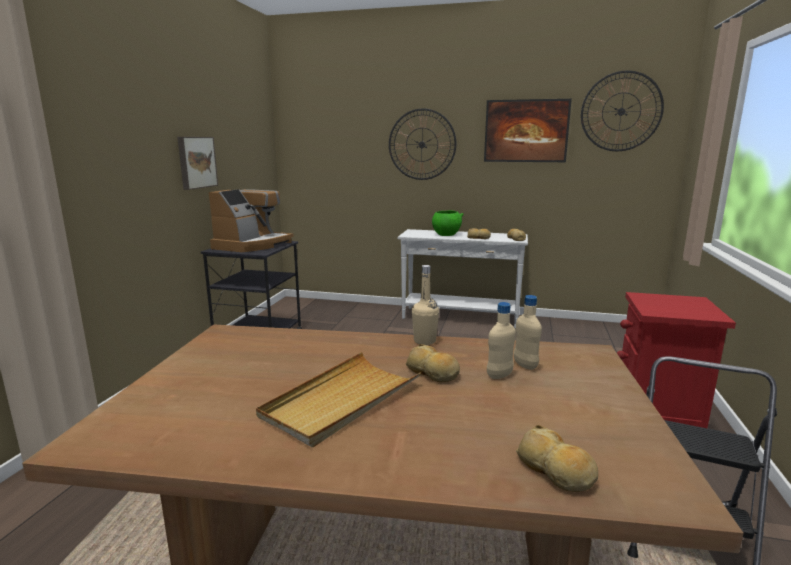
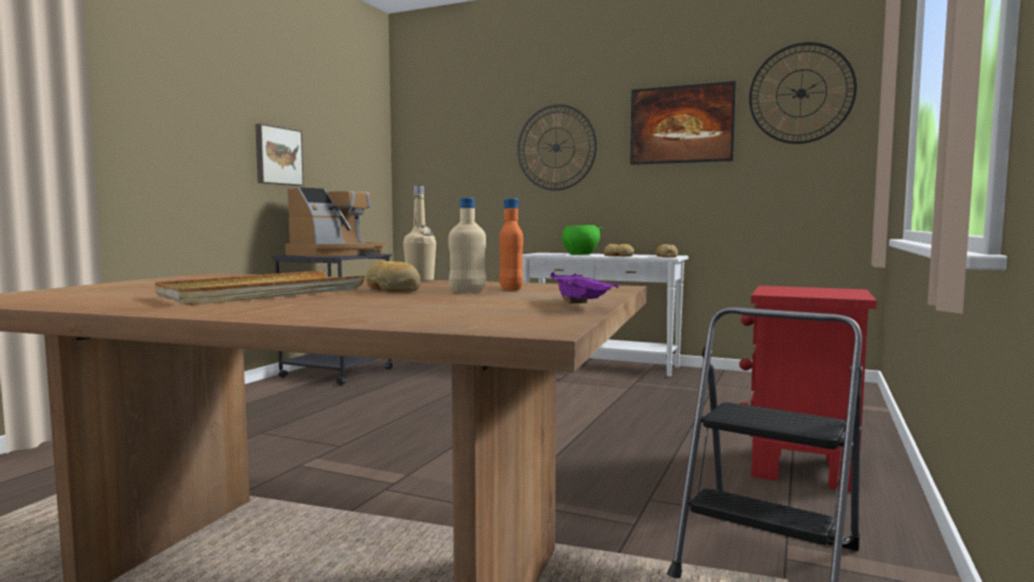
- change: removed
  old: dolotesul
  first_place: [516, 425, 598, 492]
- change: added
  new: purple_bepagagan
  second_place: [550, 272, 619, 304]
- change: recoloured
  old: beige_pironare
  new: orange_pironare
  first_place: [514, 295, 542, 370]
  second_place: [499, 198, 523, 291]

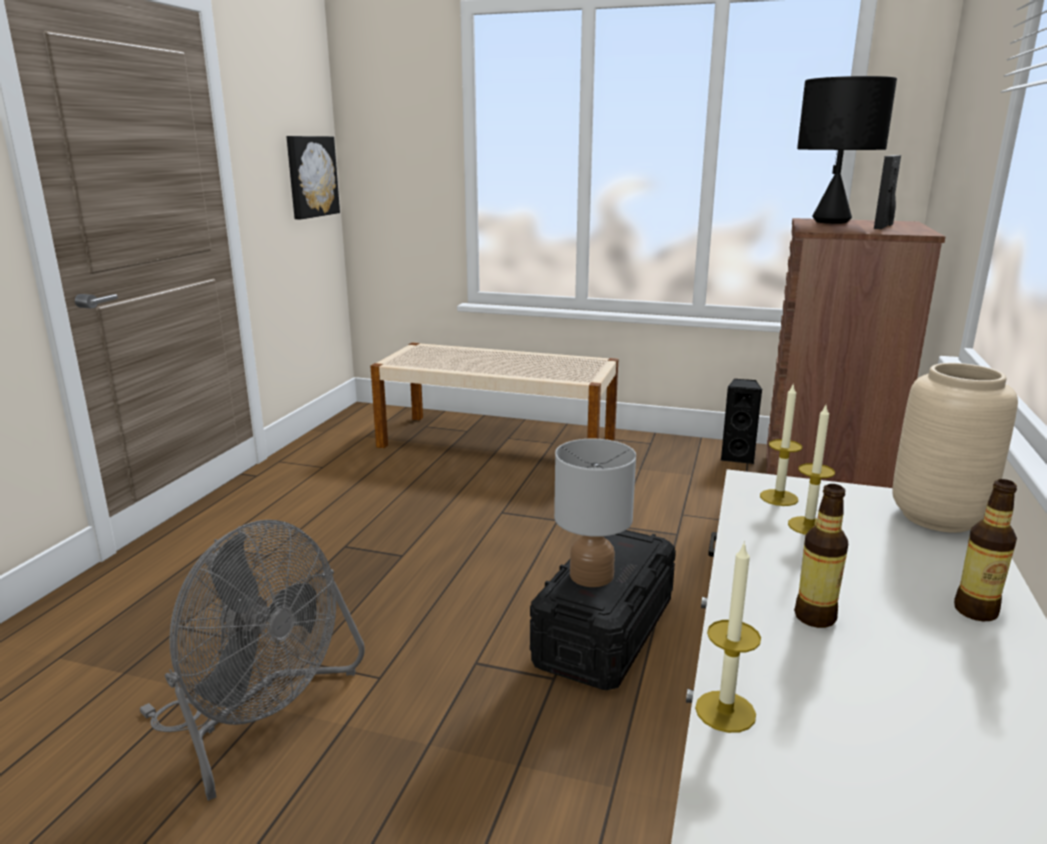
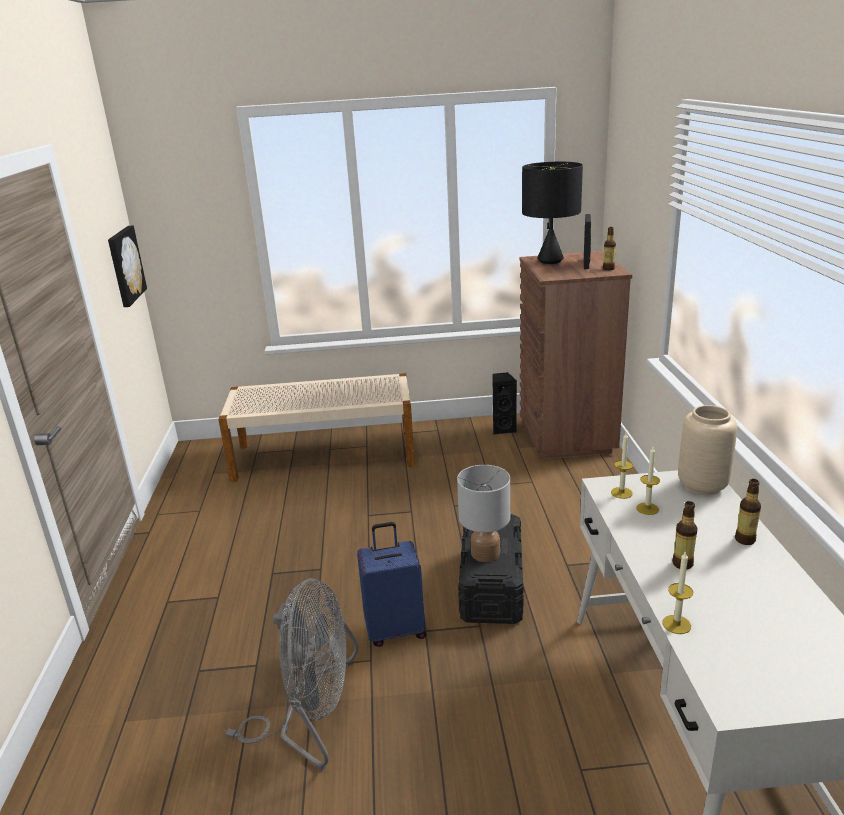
- change: added
  new: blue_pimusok
  second_place: [357, 522, 426, 647]
- change: added
  new: pironare
  second_place: [603, 227, 616, 270]

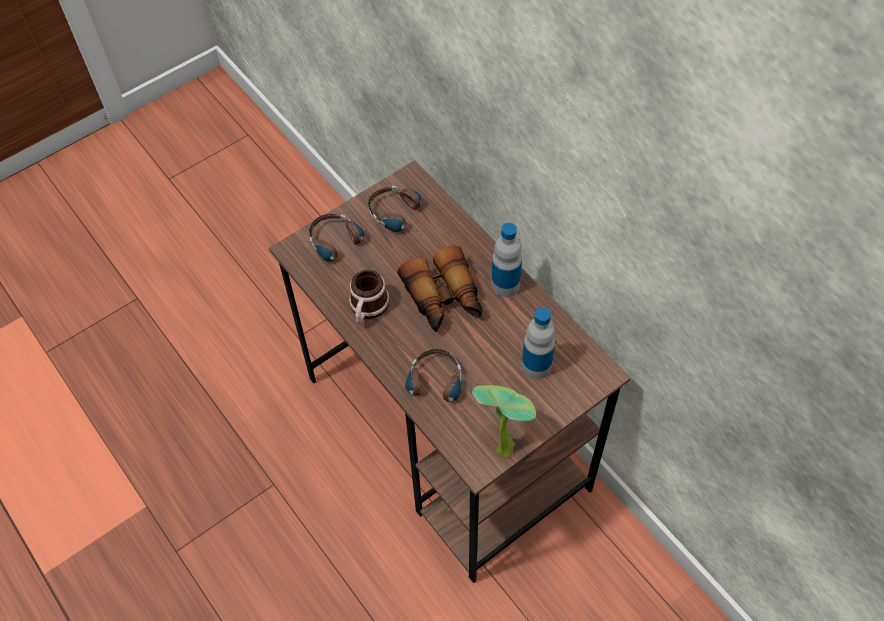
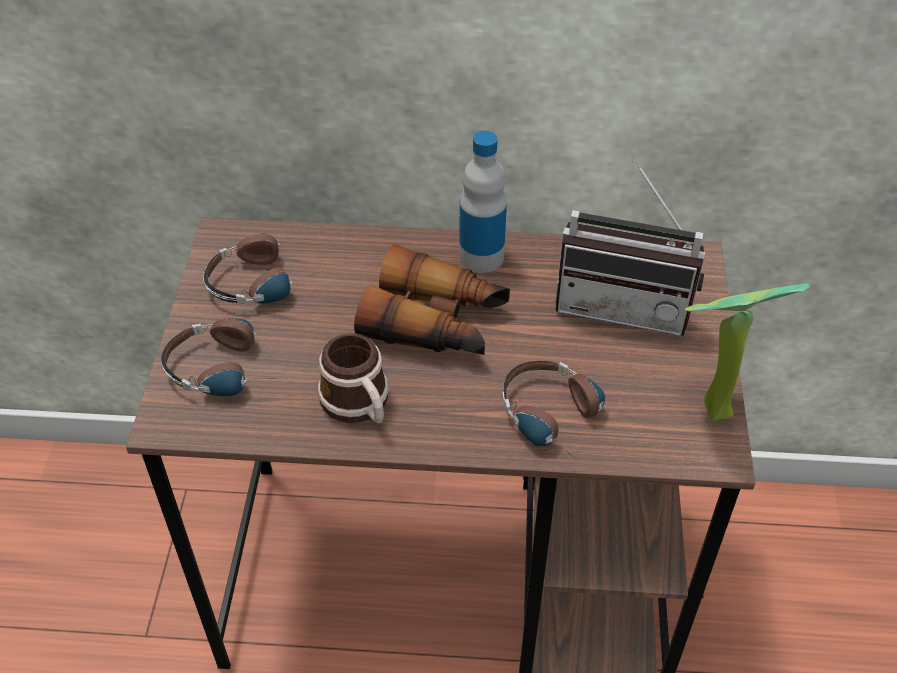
- change: replaced
  old: pironare
  new: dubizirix
  first_place: [522, 307, 555, 379]
  second_place: [555, 159, 705, 336]

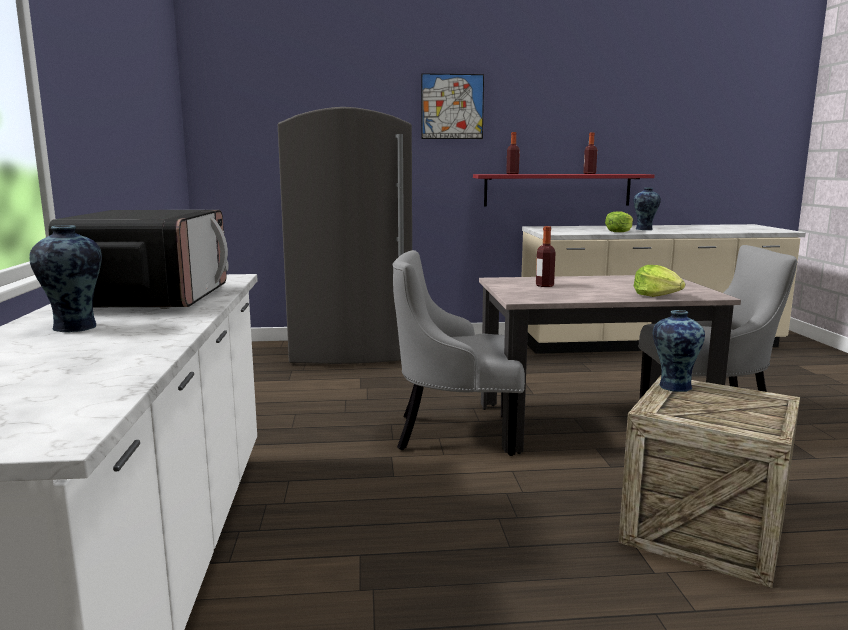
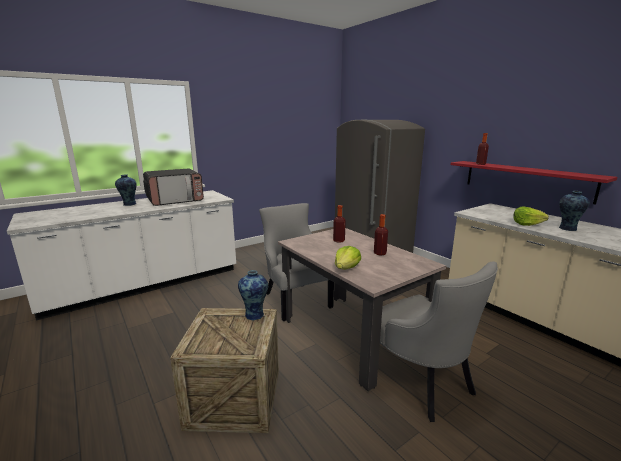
- change: removed
  old: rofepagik
  first_place: [421, 73, 484, 139]
- change: moved
  old: pironare
  first_place: [583, 133, 597, 174]
  second_place: [374, 214, 388, 256]

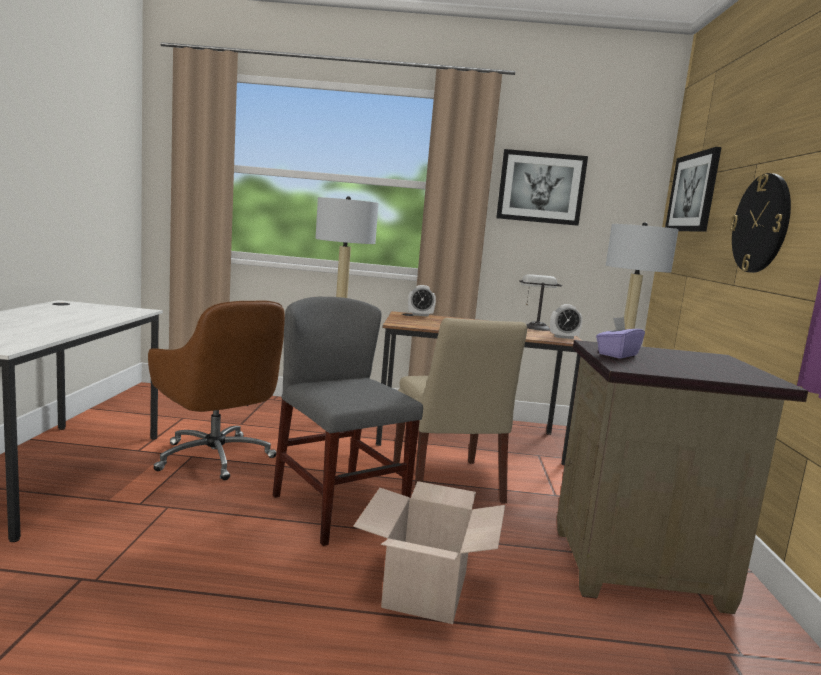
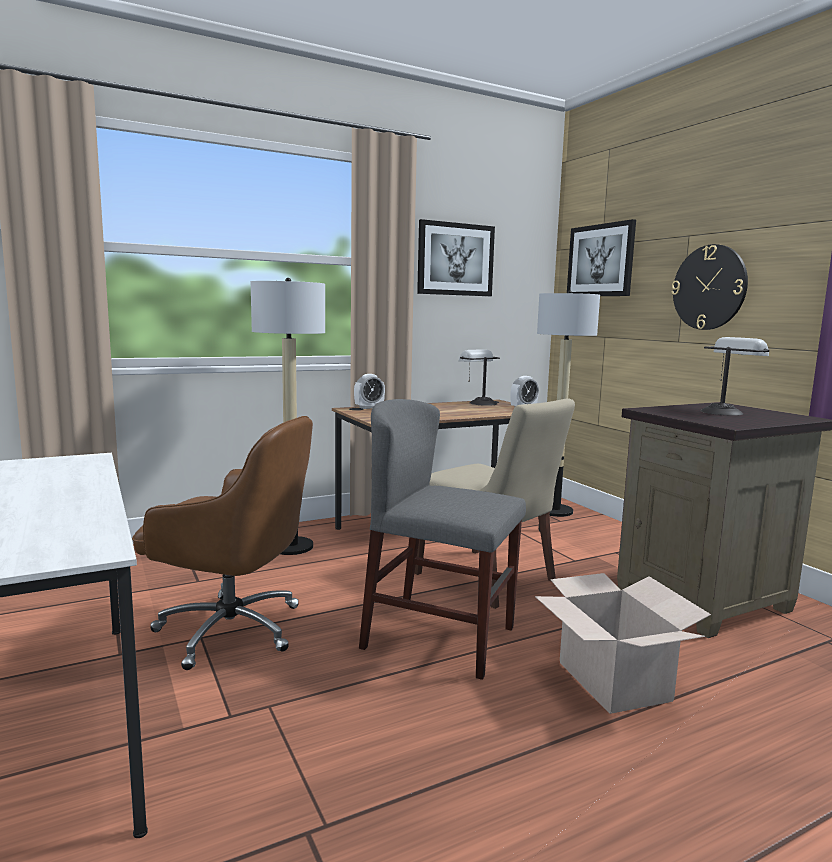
- change: removed
  old: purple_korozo
  first_place: [596, 317, 645, 358]
- change: added
  new: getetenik
  second_place: [700, 337, 769, 416]

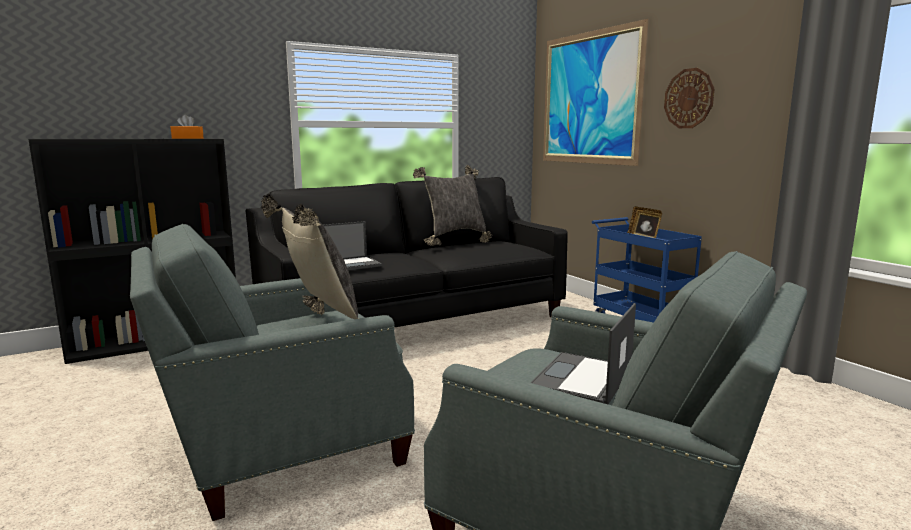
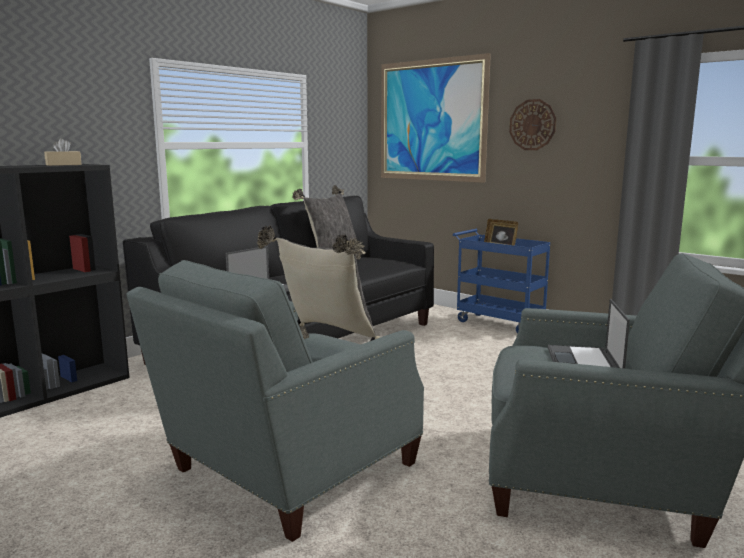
- change: recoloured
  old: orange_korozo
  new: beige_korozo
  first_place: [171, 115, 203, 139]
  second_place: [44, 138, 82, 166]

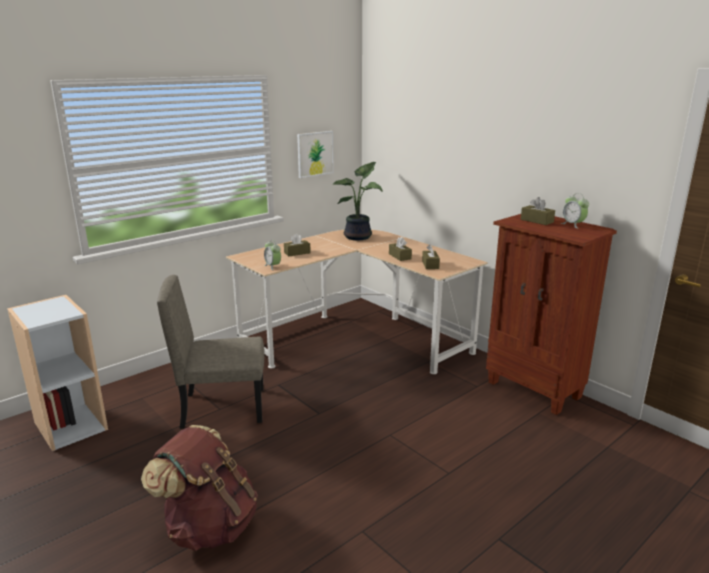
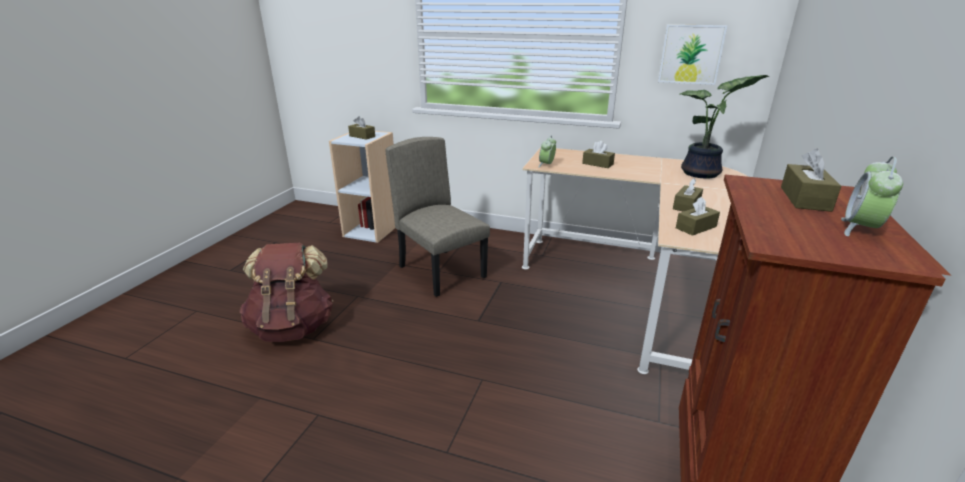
- change: added
  new: brown_korozo
  second_place: [348, 116, 375, 140]

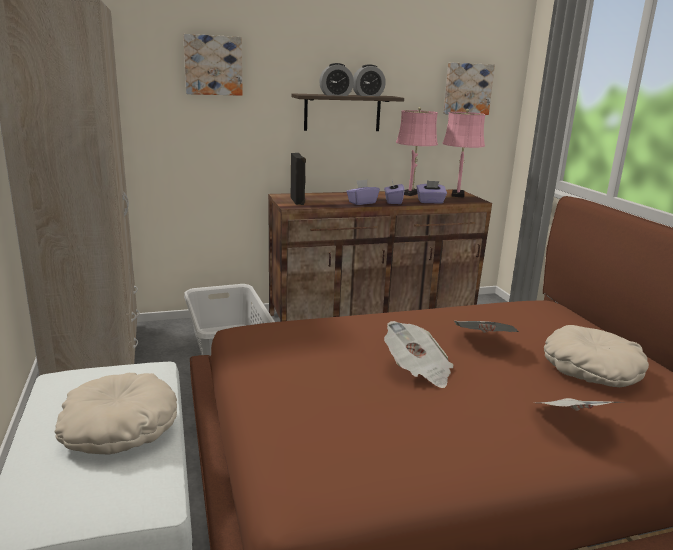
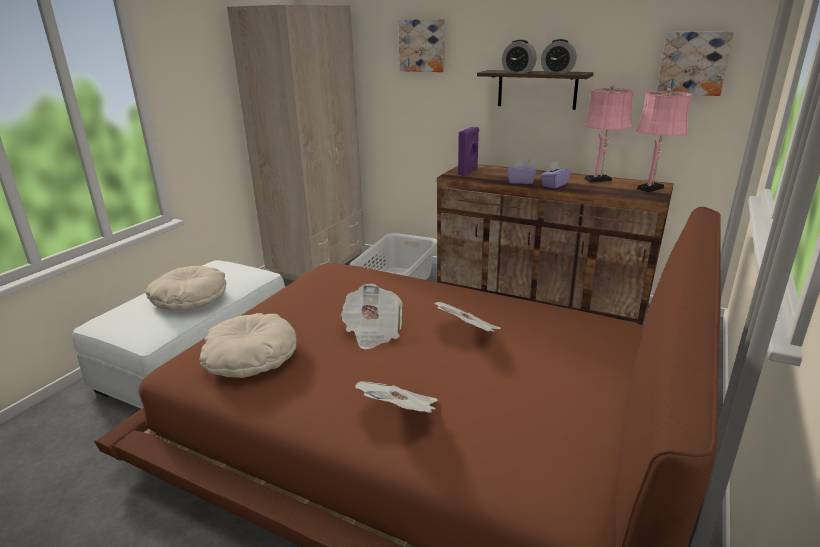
- change: removed
  old: purple_korozo
  first_place: [417, 180, 447, 204]
- change: moved
  old: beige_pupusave
  first_place: [544, 325, 649, 387]
  second_place: [199, 313, 296, 378]
- change: recoloured
  old: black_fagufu
  new: purple_fagufu
  first_place: [291, 153, 306, 205]
  second_place: [458, 127, 479, 176]

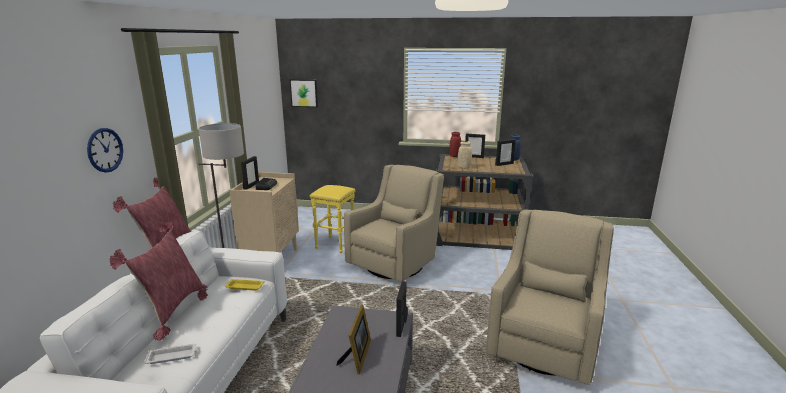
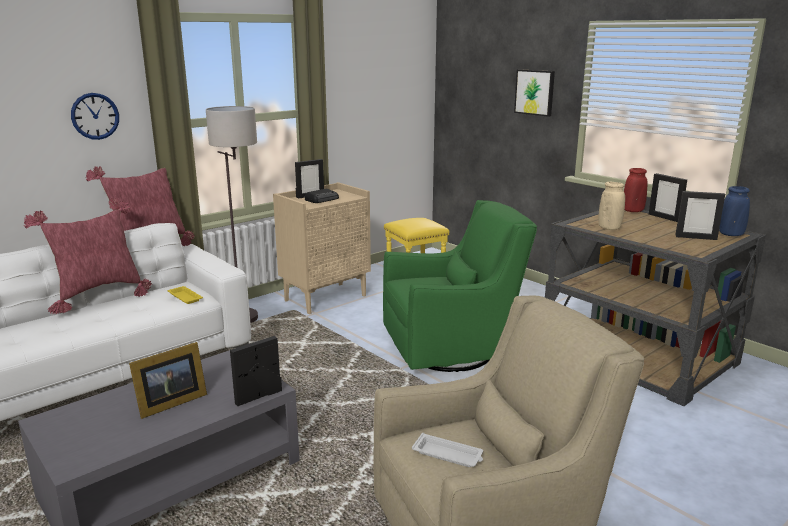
- change: moved
  old: white_bepagagan
  first_place: [144, 344, 198, 364]
  second_place: [412, 433, 483, 467]
- change: moved
  old: rofepagik
  first_place: [290, 79, 318, 107]
  second_place: [514, 69, 555, 117]
- change: recoloured
  old: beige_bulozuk
  new: green_bulozuk
  first_place: [344, 165, 444, 282]
  second_place: [383, 200, 537, 372]

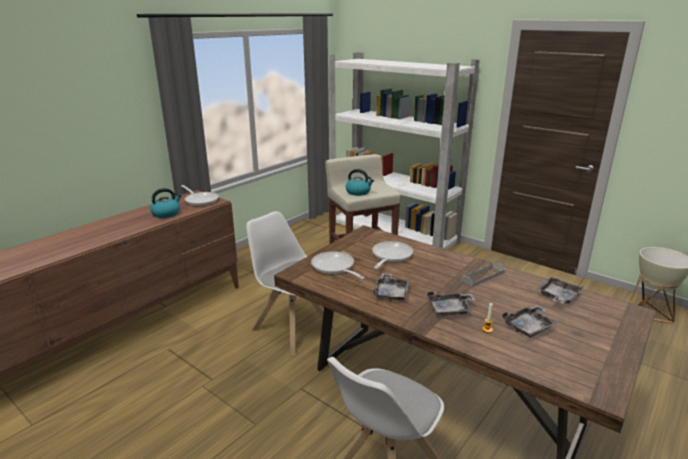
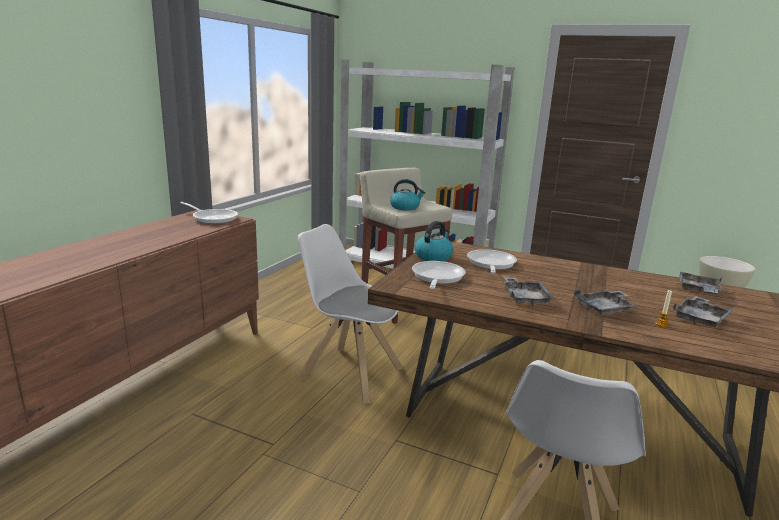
- change: removed
  old: grey_bepagagan
  first_place: [461, 263, 505, 287]
- change: moved
  old: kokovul
  first_place: [150, 188, 182, 218]
  second_place: [415, 221, 453, 261]
- change: turned
  old: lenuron
  first_place: [311, 251, 365, 279]
  second_place: [412, 261, 466, 289]
  degrees: 60

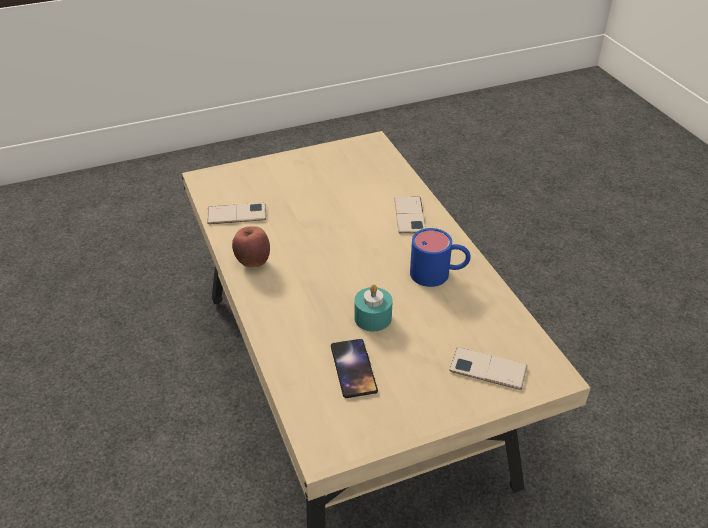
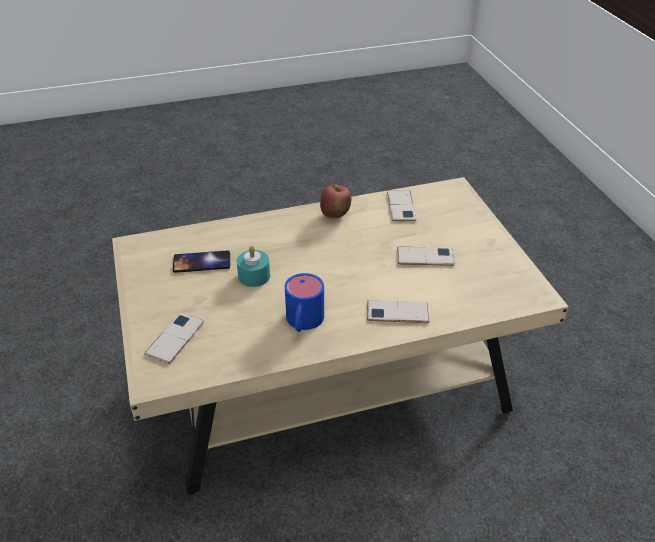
- change: added
  new: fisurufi
  second_place: [397, 246, 455, 266]

